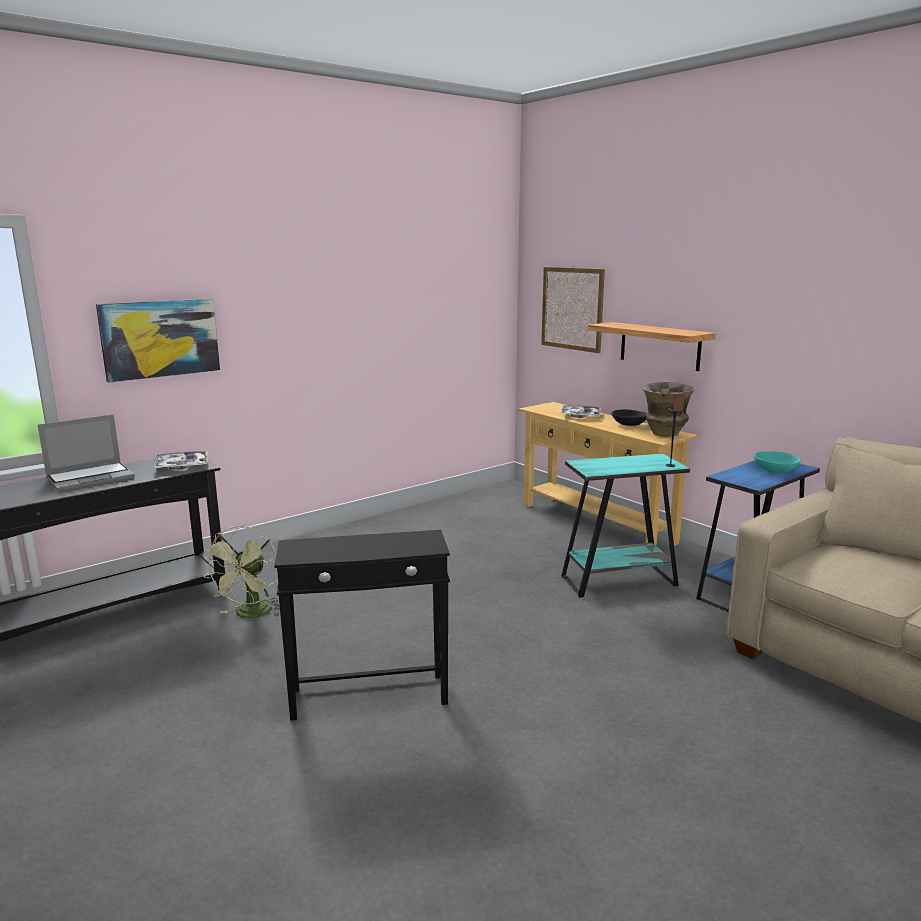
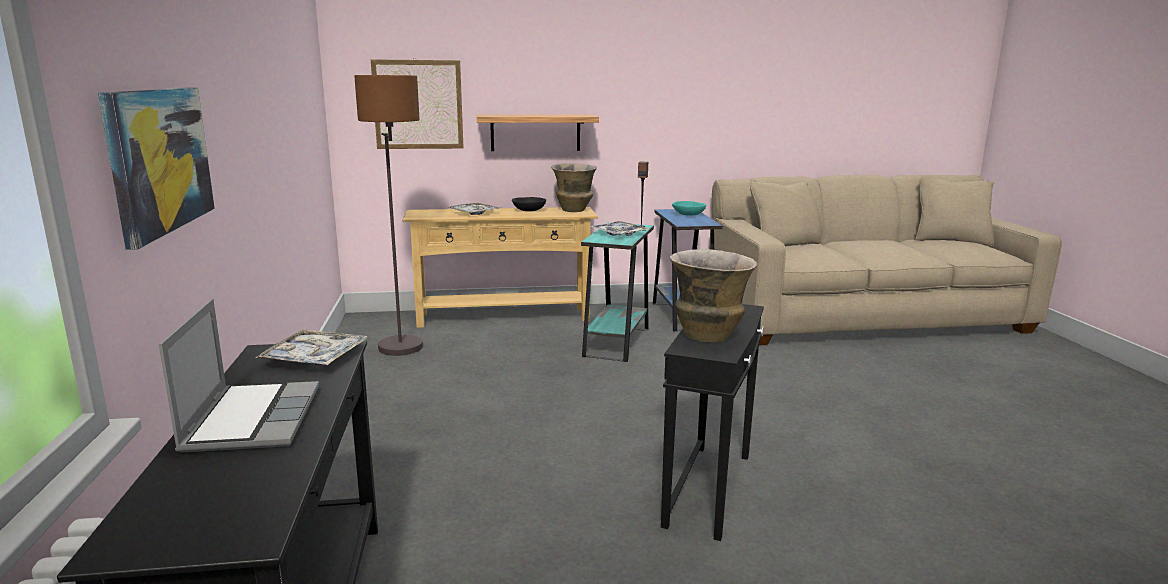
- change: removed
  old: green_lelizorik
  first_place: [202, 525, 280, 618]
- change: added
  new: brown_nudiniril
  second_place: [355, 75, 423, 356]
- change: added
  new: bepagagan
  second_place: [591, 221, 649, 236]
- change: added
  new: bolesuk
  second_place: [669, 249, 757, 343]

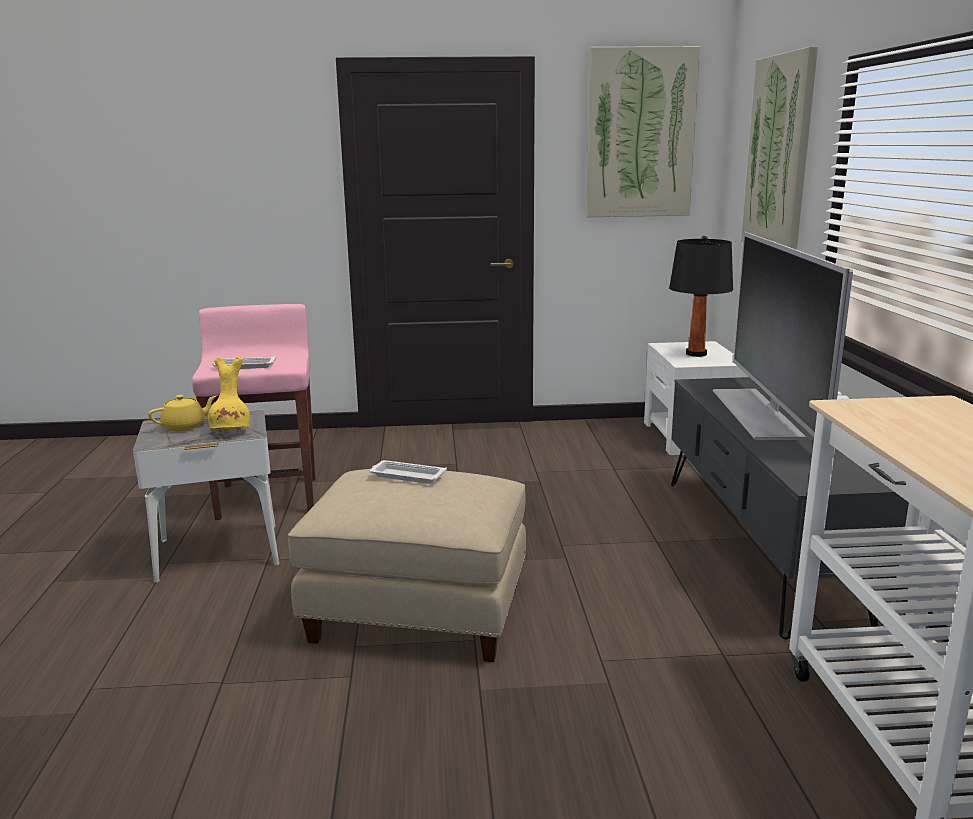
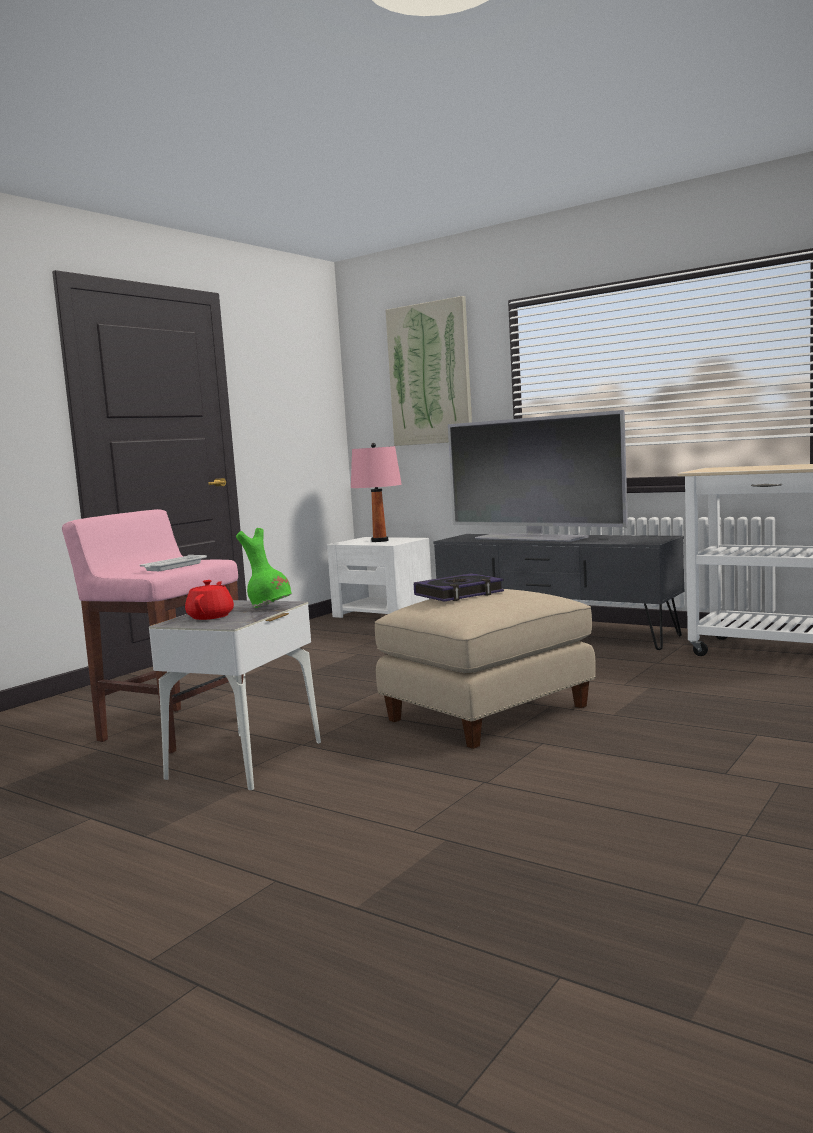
- change: removed
  old: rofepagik
  first_place: [586, 46, 701, 217]
- change: replaced
  old: white_bepagagan
  new: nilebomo
  first_place: [370, 460, 447, 484]
  second_place: [414, 573, 504, 602]
- change: recoloured
  old: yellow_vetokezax
  new: red_vetokezax
  first_place: [148, 395, 217, 431]
  second_place: [185, 580, 234, 620]
- change: recoloured
  old: yellow_bolesuk
  new: green_bolesuk
  first_place: [208, 356, 250, 429]
  second_place: [236, 528, 292, 608]
- change: recoloured
  old: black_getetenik
  new: pink_getetenik
  first_place: [669, 236, 733, 357]
  second_place: [351, 443, 402, 542]

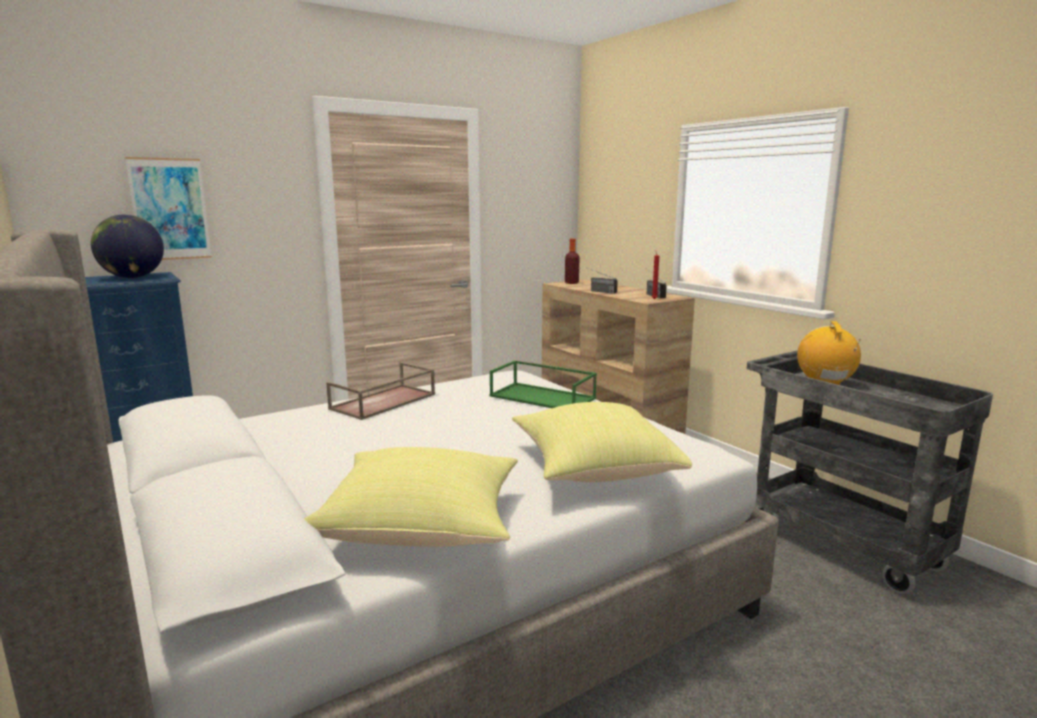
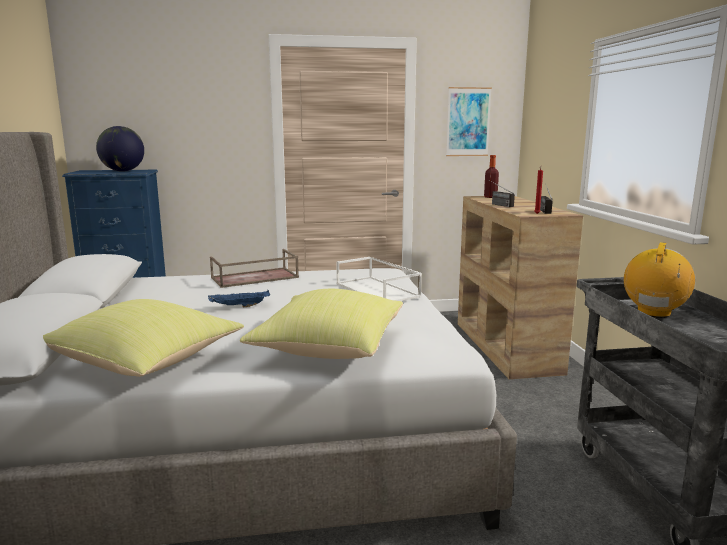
- change: added
  new: blue_bepagagan
  second_place: [208, 290, 270, 307]
- change: moved
  old: rofepagik
  first_place: [125, 157, 212, 260]
  second_place: [446, 87, 492, 156]
- change: recoloured
  old: green_bepagagan
  new: white_bepagagan
  first_place: [490, 360, 597, 408]
  second_place: [336, 256, 422, 301]

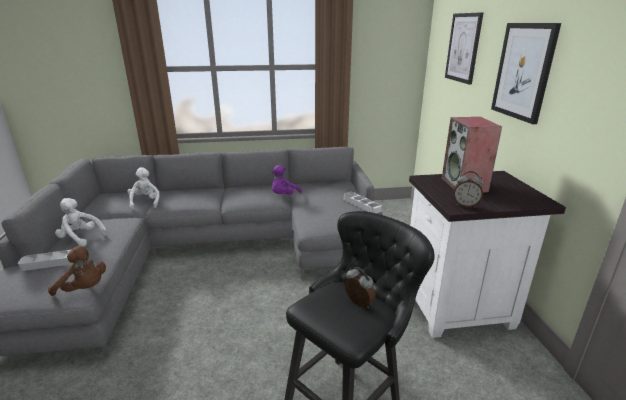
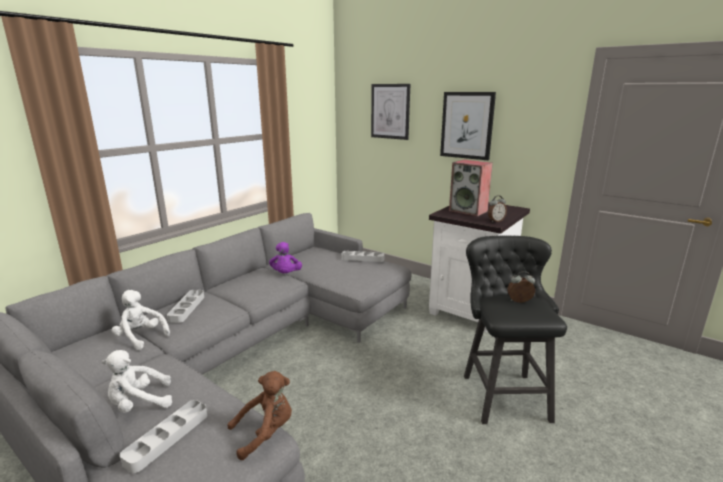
- change: added
  new: grey_bepagagan
  second_place: [167, 290, 204, 323]

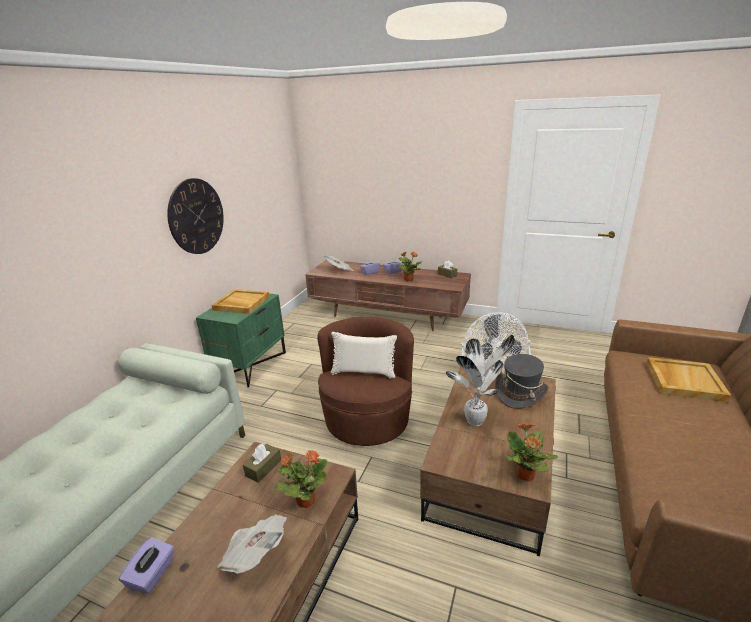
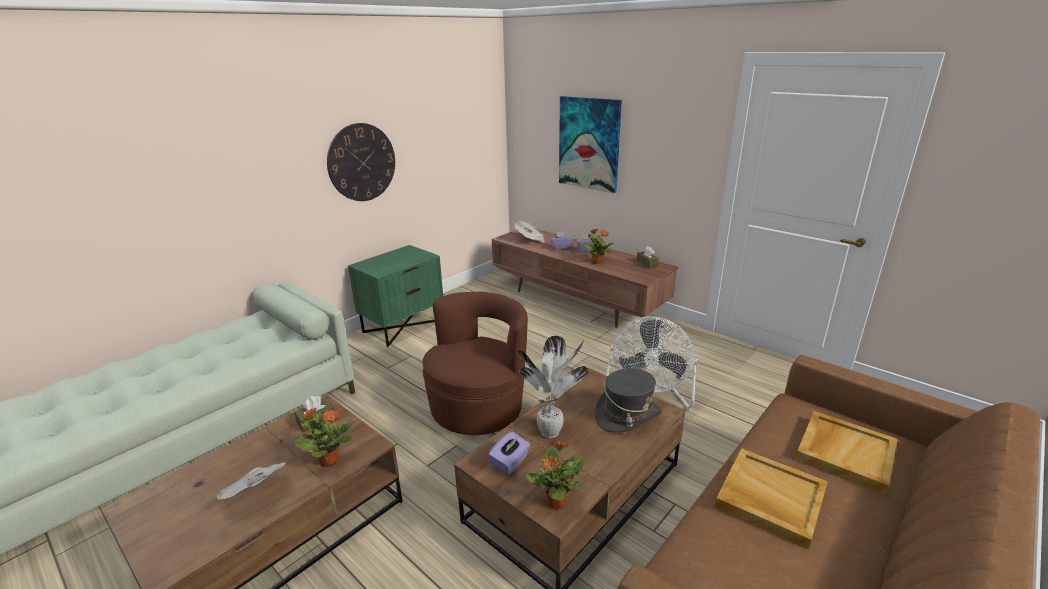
- change: removed
  old: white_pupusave
  first_place: [331, 332, 397, 379]
- change: added
  new: rofepagik
  second_place: [559, 96, 622, 193]
- change: moved
  old: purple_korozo
  first_place: [119, 537, 174, 594]
  second_place: [488, 431, 530, 475]
- change: moved
  old: beige_bepagagan
  first_place: [212, 289, 270, 314]
  second_place: [715, 448, 828, 549]

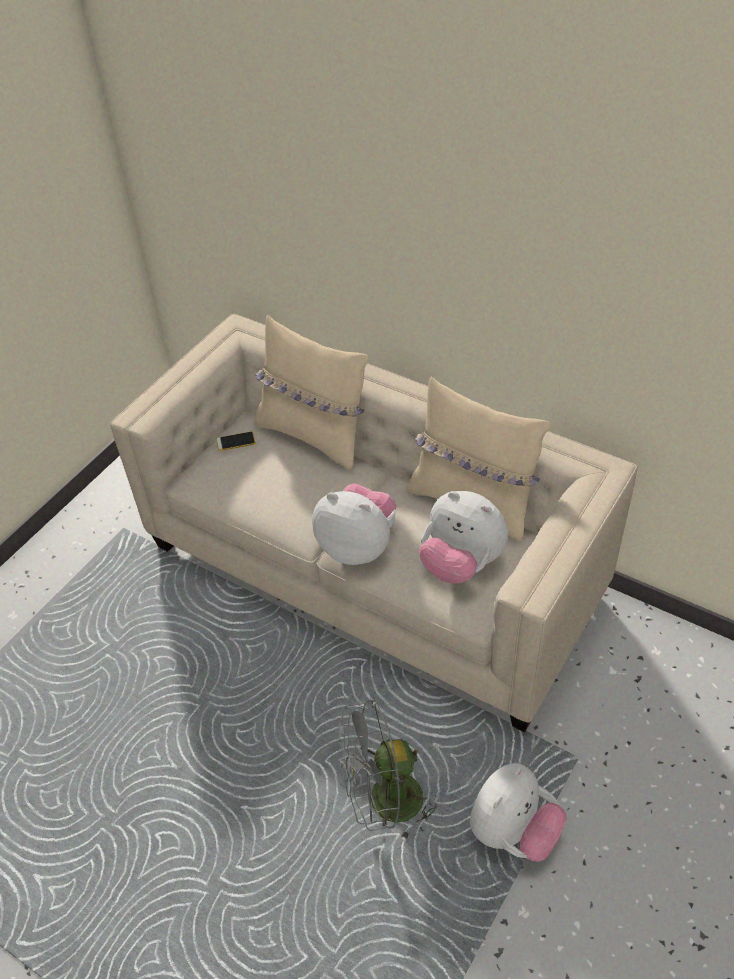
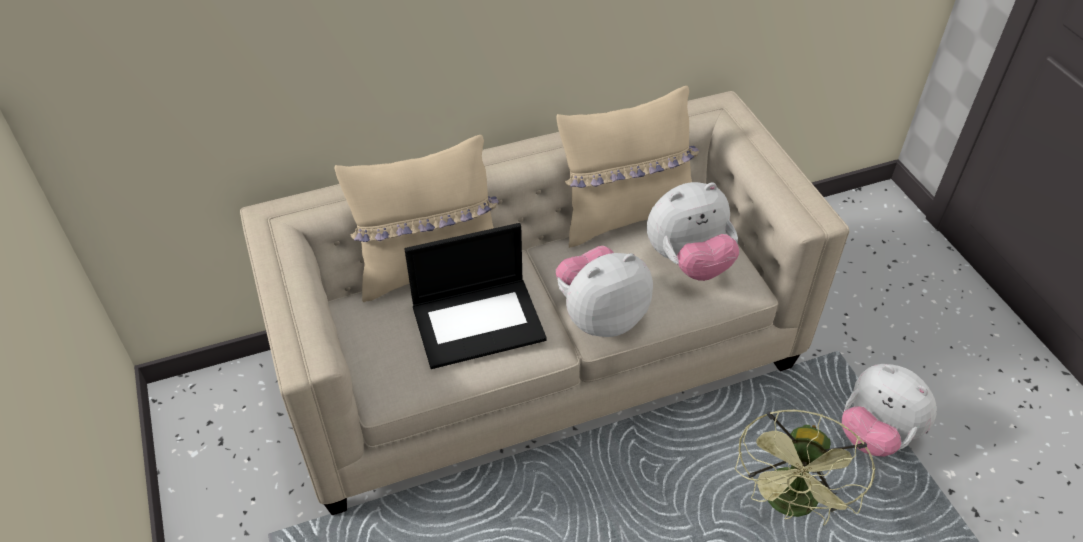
- change: removed
  old: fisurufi
  first_place: [216, 431, 256, 451]
- change: added
  new: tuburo
  second_place: [404, 223, 547, 369]
- change: recoloured
  old: grey_lelizorik
  new: green_lelizorik
  first_place: [339, 699, 436, 842]
  second_place: [735, 410, 875, 526]
- change: turned
  old: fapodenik
  first_place: [470, 763, 567, 862]
  second_place: [842, 364, 937, 457]
  degrees: 150

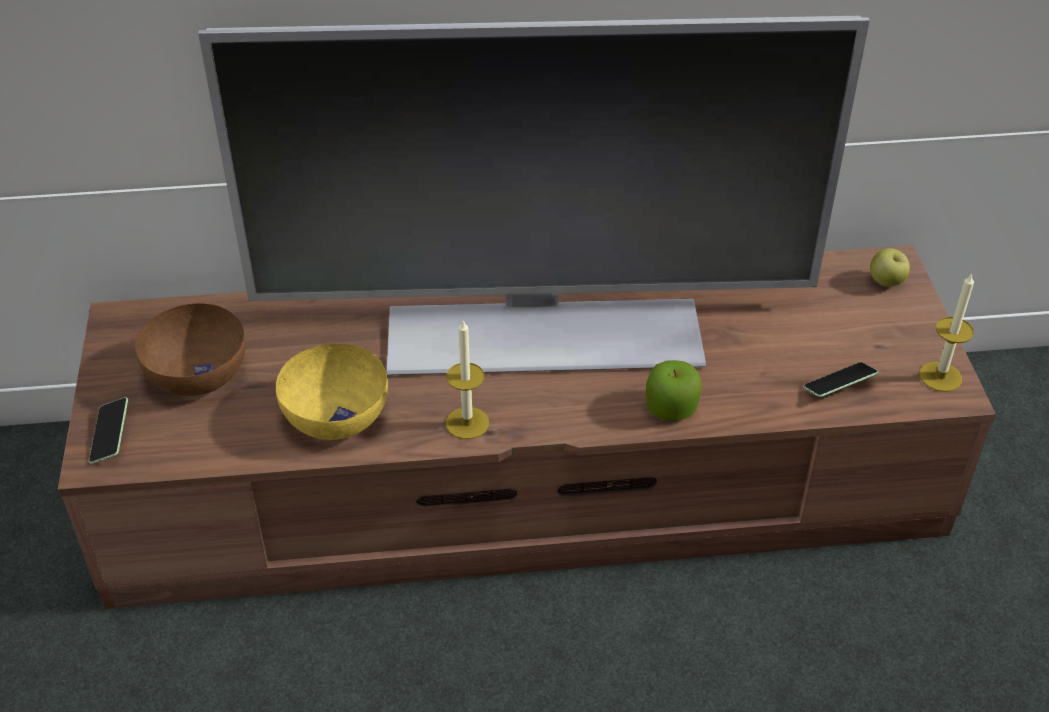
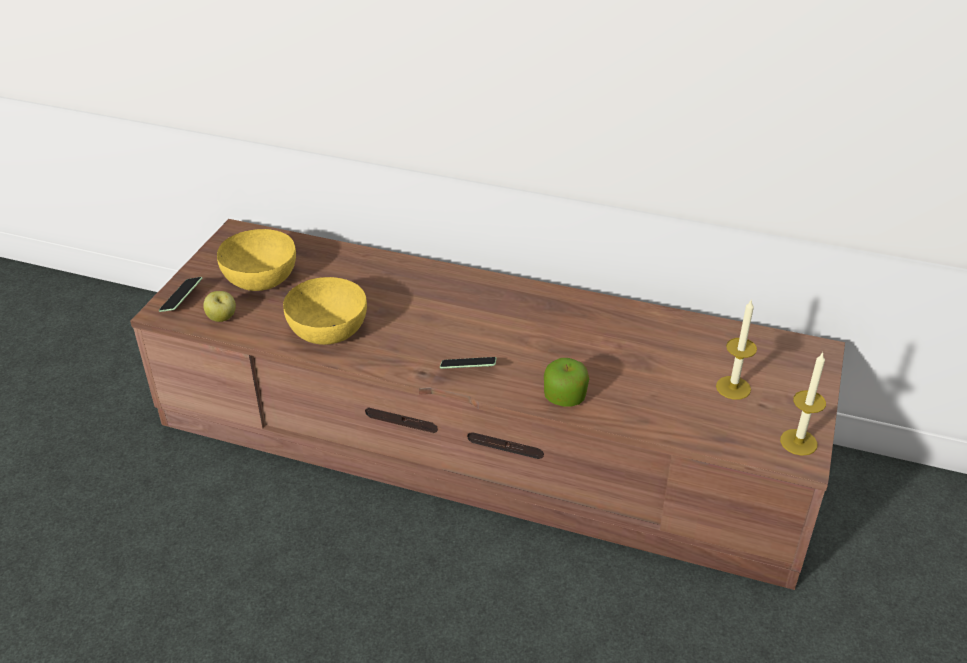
- change: removed
  old: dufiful
  first_place: [198, 16, 870, 375]
- change: moved
  old: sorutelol
  first_place: [446, 320, 489, 439]
  second_place: [716, 300, 757, 400]
- change: moved
  old: fisurufi
  first_place: [803, 362, 879, 397]
  second_place: [440, 357, 497, 369]
- change: moved
  old: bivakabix
  first_place: [870, 248, 910, 287]
  second_place: [203, 291, 236, 322]
- change: recoloured
  old: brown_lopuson
  new: yellow_lopuson
  first_place: [135, 304, 246, 396]
  second_place: [217, 229, 296, 291]

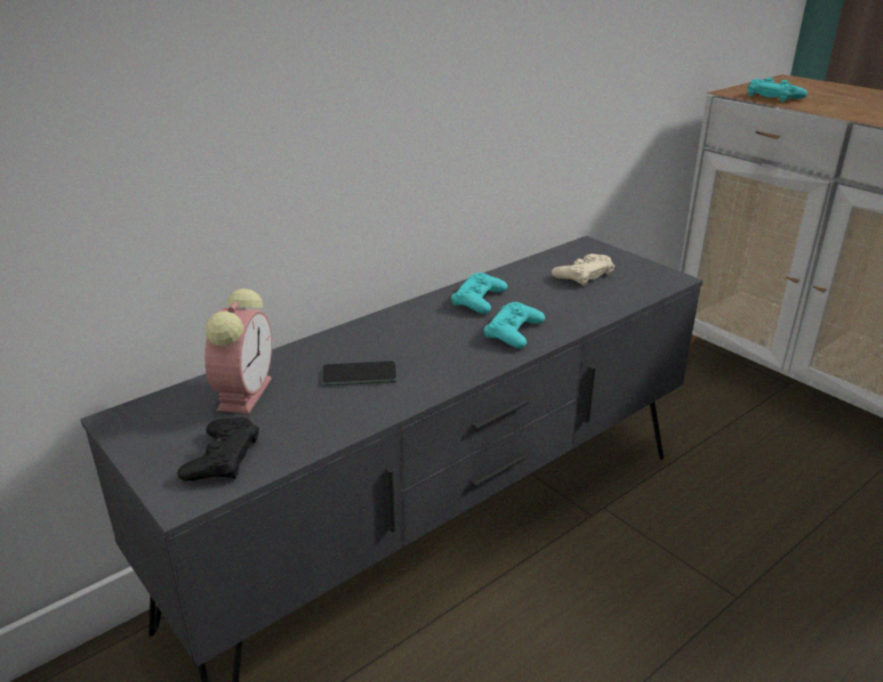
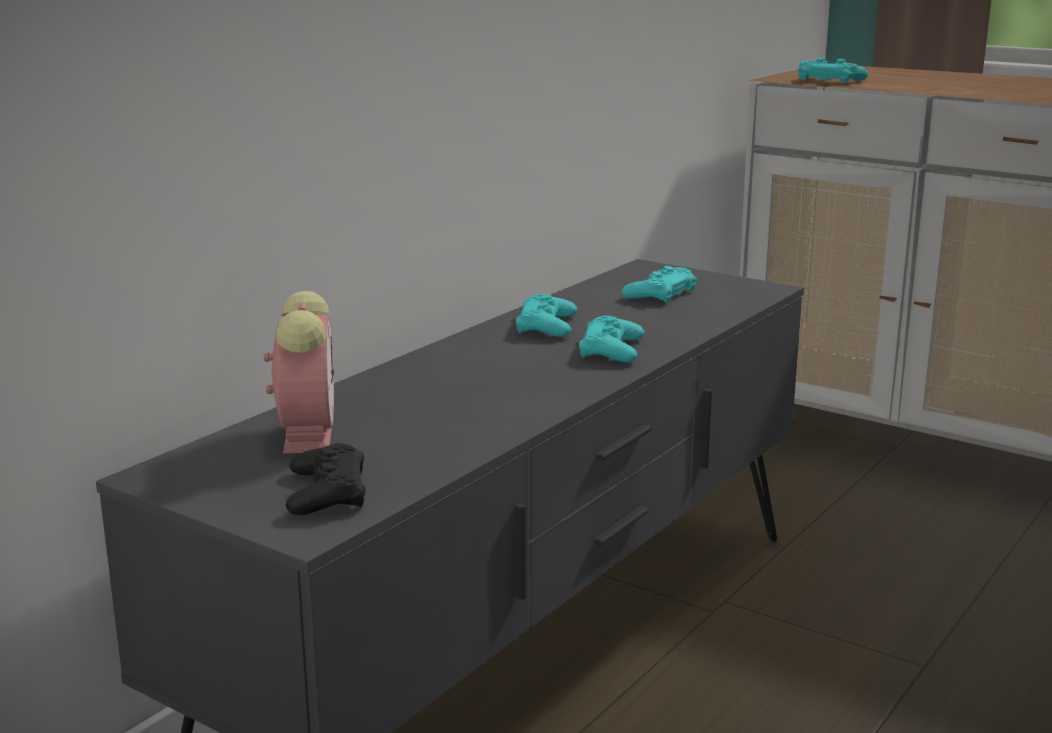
- change: removed
  old: fisurufi
  first_place: [321, 361, 398, 386]
- change: recoloured
  old: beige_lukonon
  new: turquoise_lukonon
  first_place: [552, 254, 615, 286]
  second_place: [622, 266, 697, 303]

